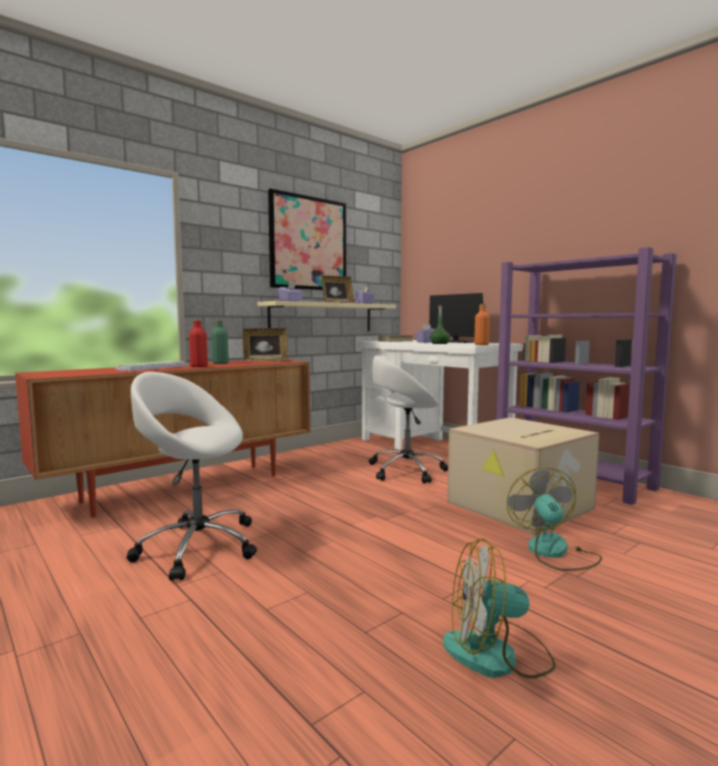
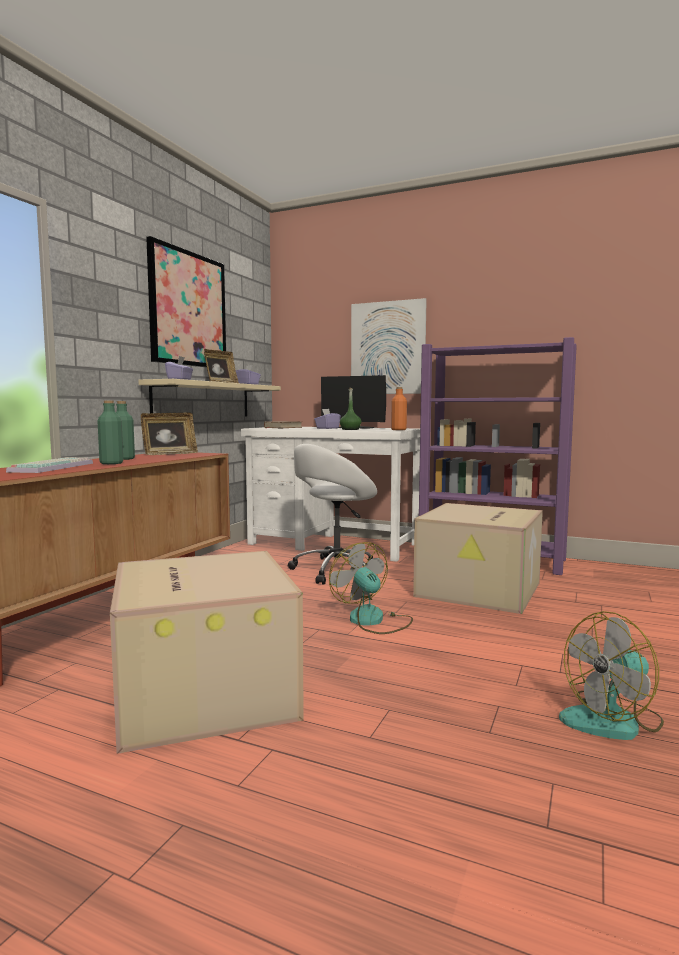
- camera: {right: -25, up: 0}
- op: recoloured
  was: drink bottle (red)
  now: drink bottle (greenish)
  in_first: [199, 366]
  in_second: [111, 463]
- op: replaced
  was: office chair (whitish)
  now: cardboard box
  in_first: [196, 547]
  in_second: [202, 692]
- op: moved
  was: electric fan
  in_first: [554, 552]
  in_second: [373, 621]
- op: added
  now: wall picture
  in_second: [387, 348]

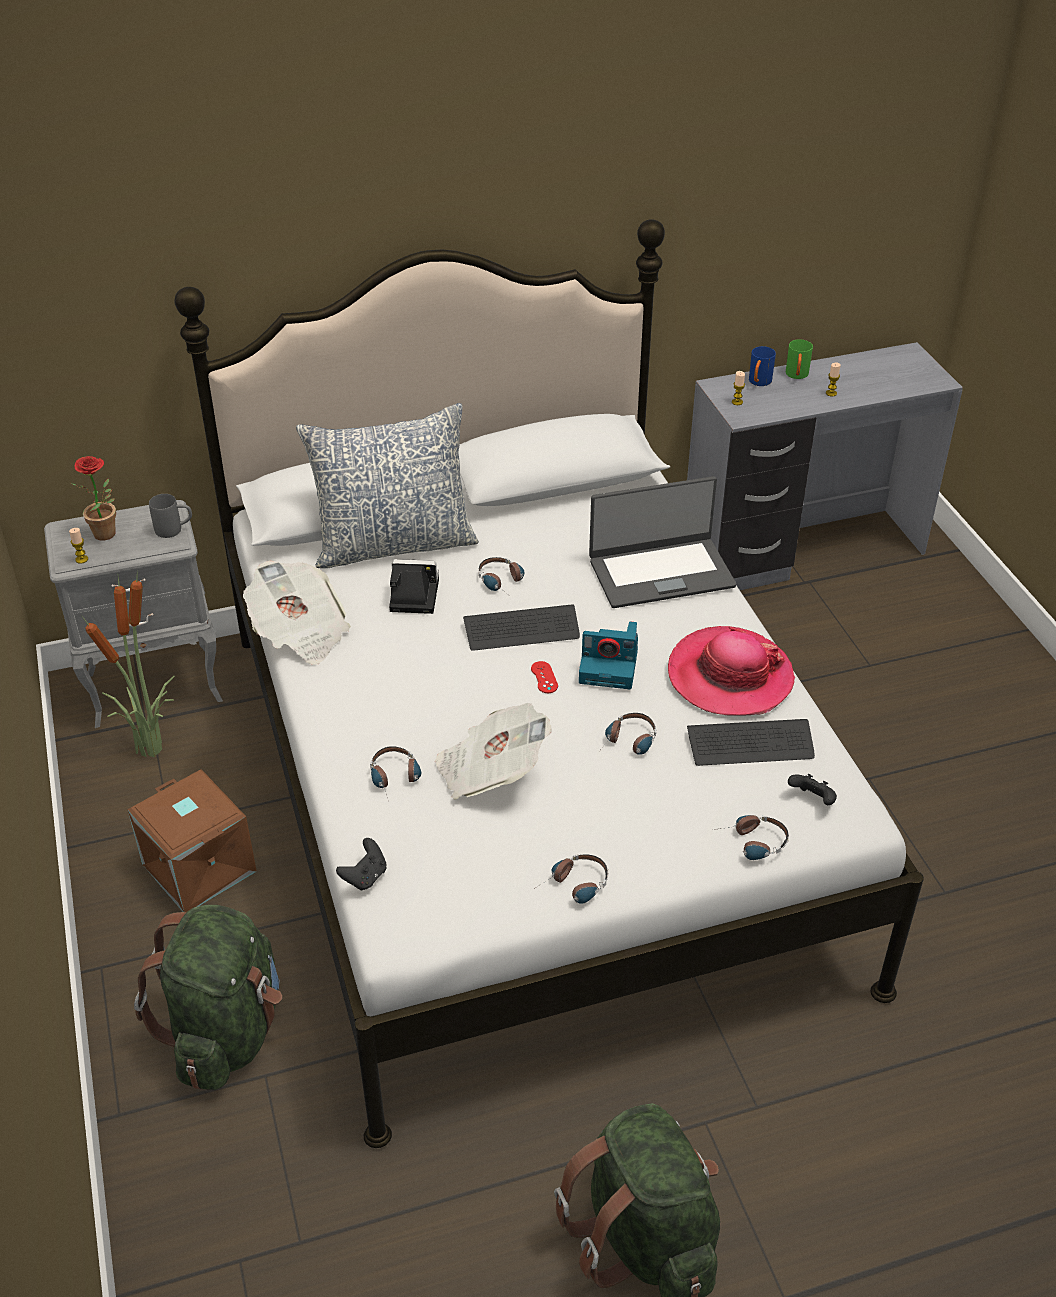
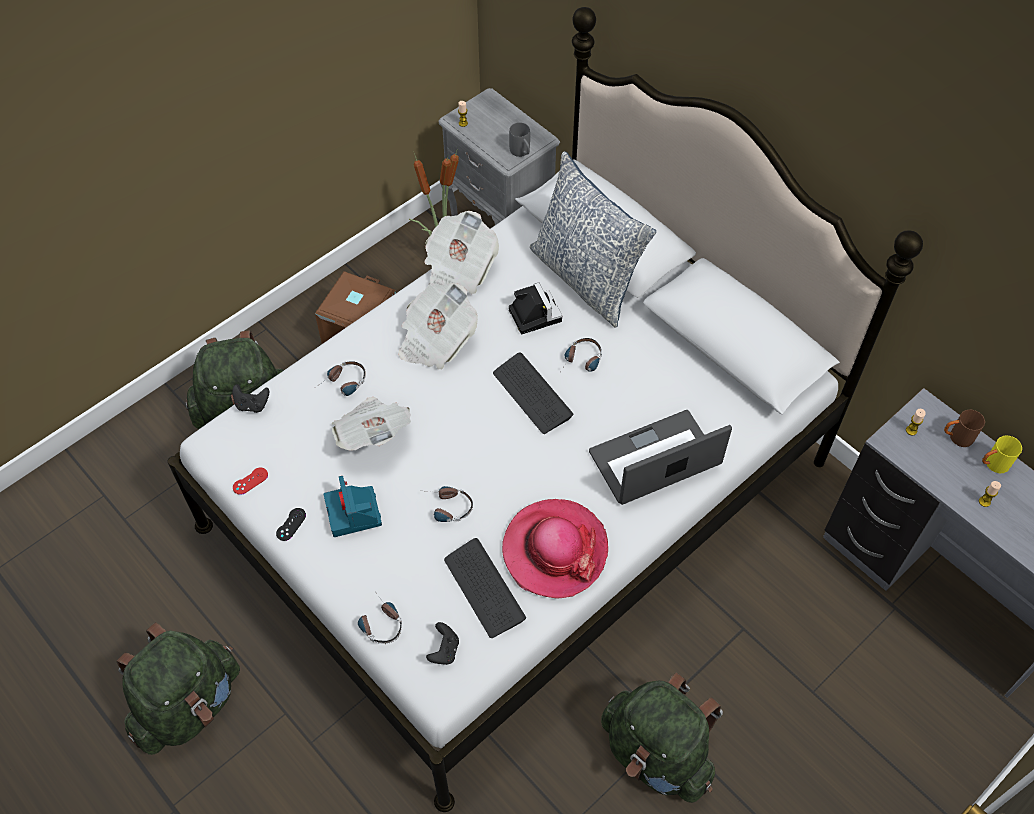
- camera: {right: 65, up: 15}
- op: recoloured
  was: tea mug (greenish)
  now: tea mug (yellow-coloured)
  in_first: [797, 376]
  in_second: [993, 464]
- op: recoloured
  was: tea mug (bluish)
  now: tea mug (brownish)
  in_first: [758, 383]
  in_second: [956, 437]
- op: removed
  was: potted plant
  in_first: [108, 535]
- op: turned
  was: notebook computer
  in_first: [660, 572]
  in_second: [655, 460]
  clockwise: 105
- op: moved
  was: still camera
  in_first: [610, 666]
  in_second: [354, 513]
- op: moved
  was: gamepad (red)
  in_first: [544, 677]
  in_second: [250, 481]
- op: replaced
  was: headset
  now: gamepad (blackish)
  in_first: [573, 887]
  in_second: [291, 524]
- op: added
  now: printed paper
  in_second: [436, 340]
- op: added
  now: backpack (greenish)
  in_second: [657, 753]

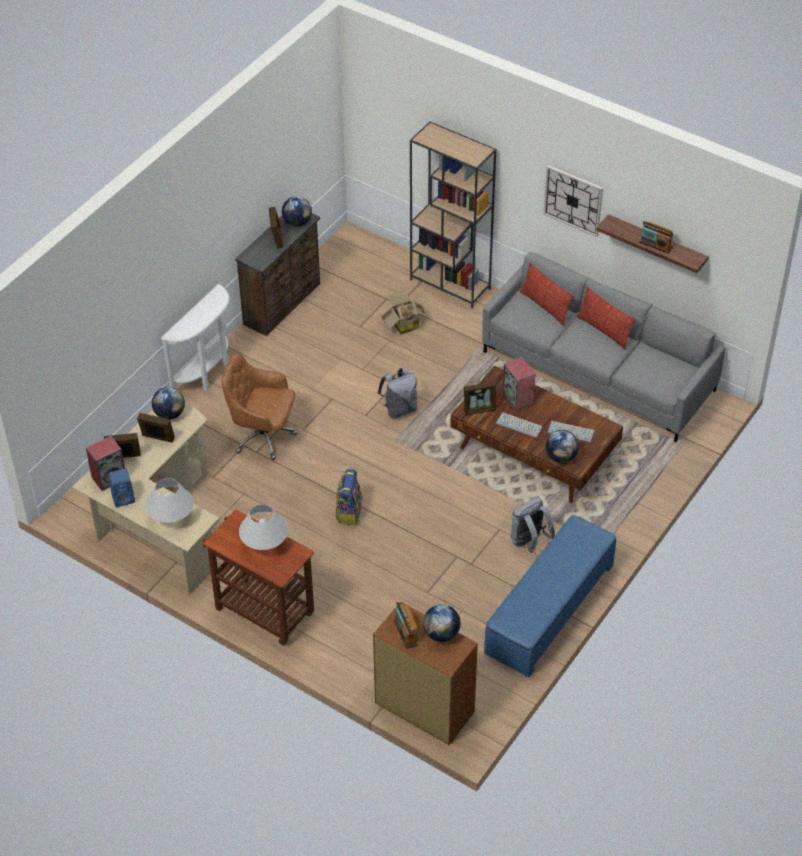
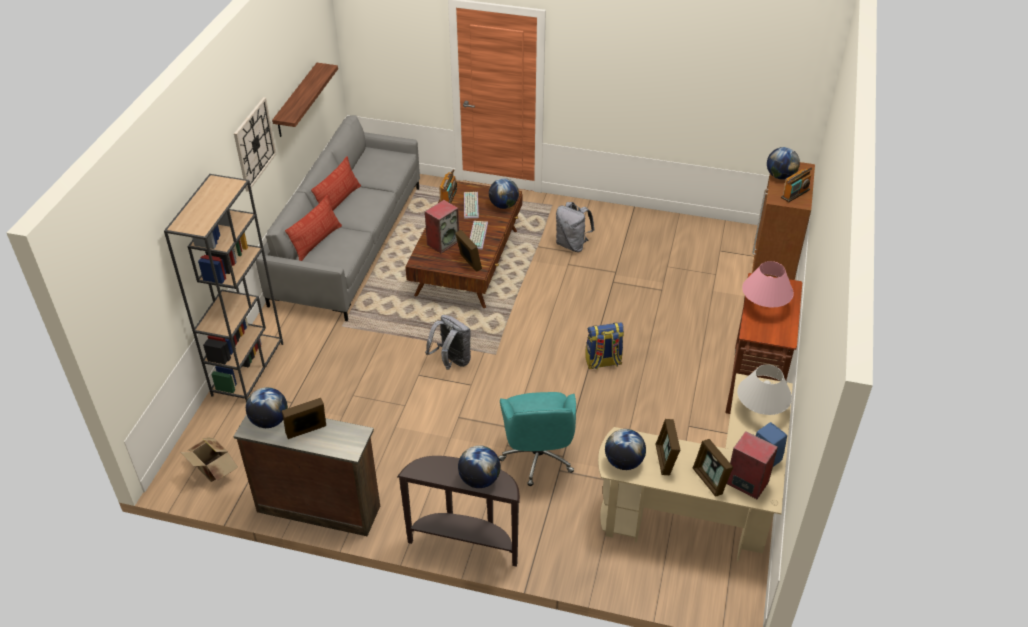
- camera: {right: -110, up: -5}
- op: moved
  was: radio
  in_first: [655, 245]
  in_second: [449, 197]
- op: recoloured
  was: narrow table (whitish)
  now: narrow table (brownish)
  in_first: [207, 374]
  in_second: [465, 542]
- op: moved
  was: cardboard box
  in_first: [403, 324]
  in_second: [213, 471]
- op: recoloured
  was: office chair (brownish)
  now: office chair (blue-green)
  in_first: [263, 436]
  in_second: [537, 457]
- op: recoloured
  was: tabletop lamp (whitish)
  now: tabletop lamp (pink-coloured)
  in_first: [264, 543]
  in_second: [764, 306]
- op: removed
  was: long seat (bluish)
  in_first: [550, 609]
- op: added
  now: desk globe
  in_second: [479, 480]

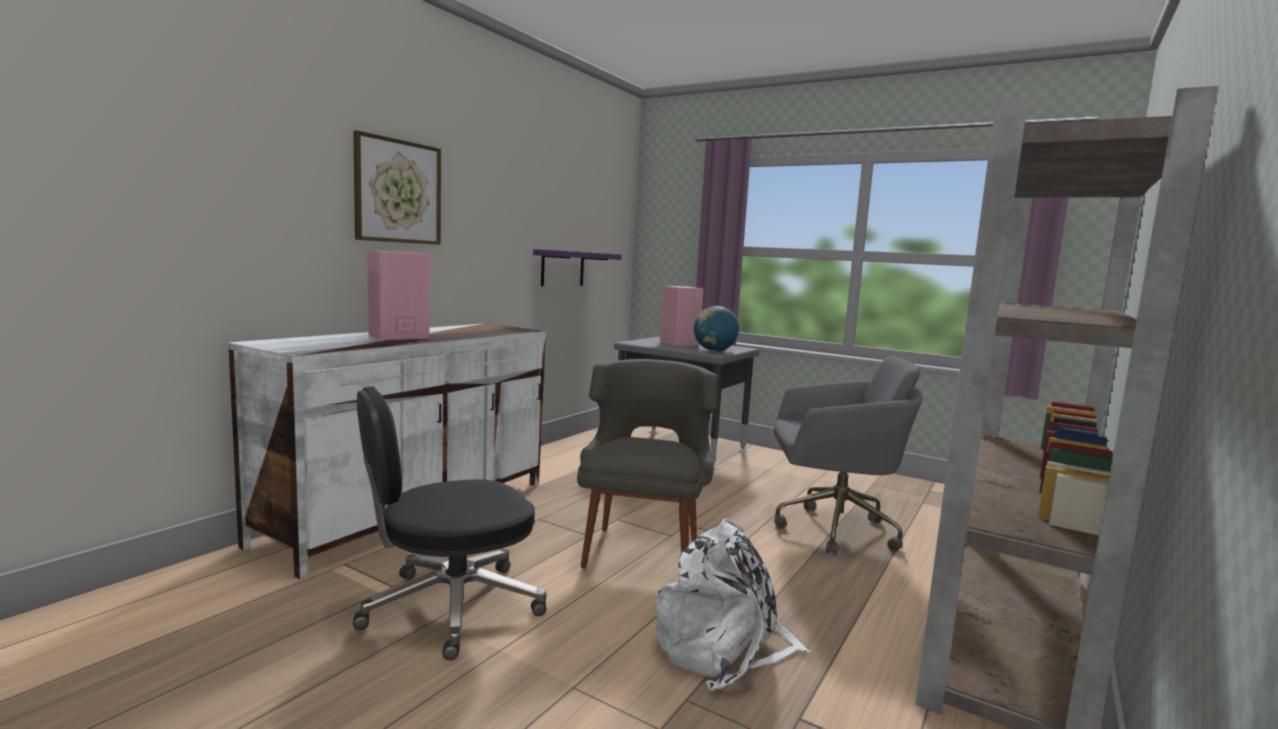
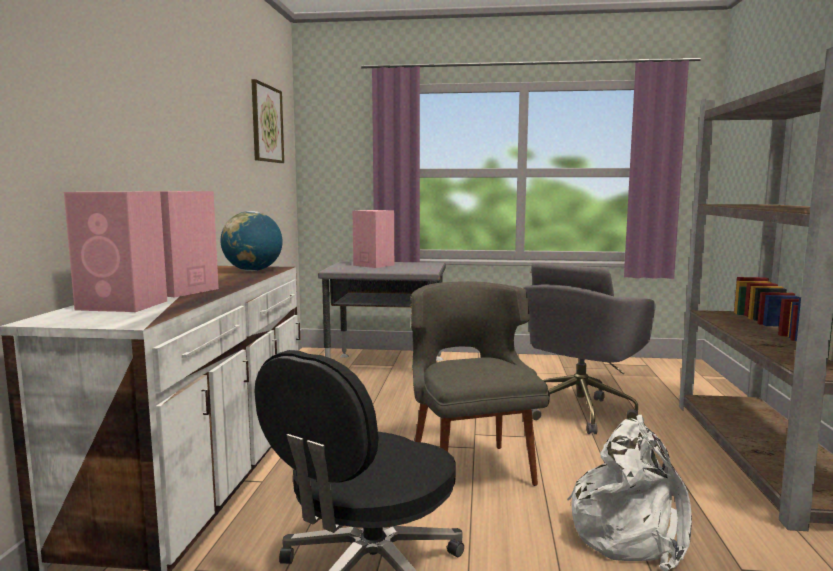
- camera: {right: -25, up: 0}
- op: moved
  was: wall picture
  in_first: [398, 191]
  in_second: [266, 124]
- op: removed
  was: wall shelf (purplish)
  in_first: [562, 268]
- op: moved
  was: desk globe
  in_first: [714, 351]
  in_second: [253, 270]
- op: turned
  was: office chair (greyish)
  in_first: [830, 531]
  in_second: [581, 412]
  clockwise: 150
- op: added
  now: loudspeaker (pink-coloured)
  in_second: [124, 305]

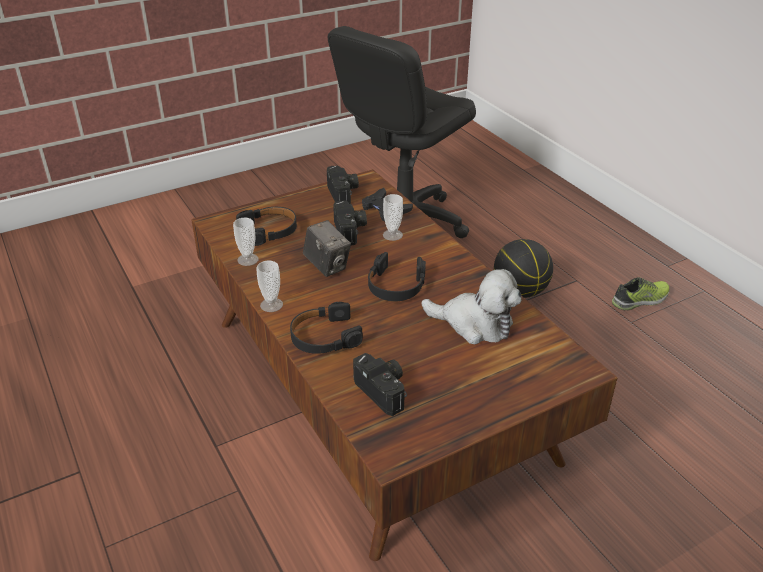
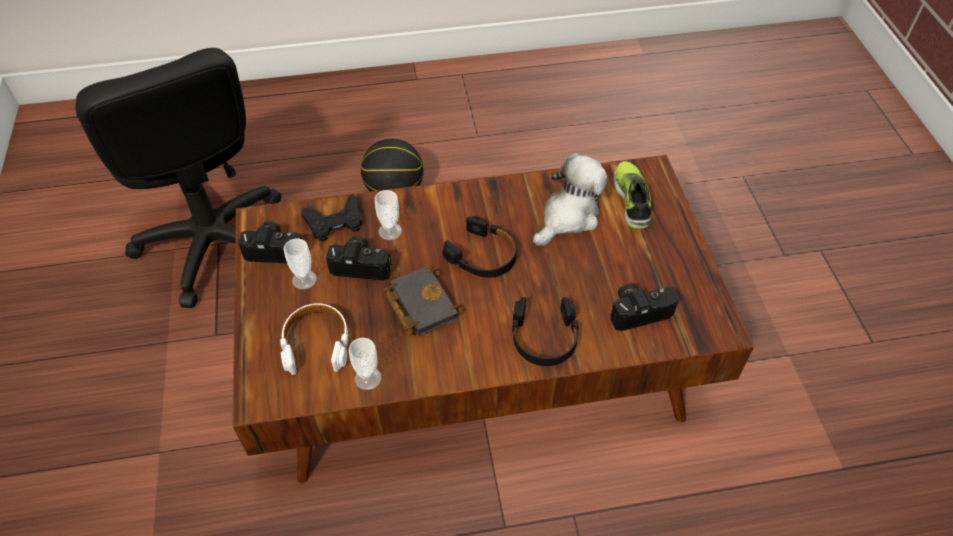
- camera: {right: -70, up: 15}
- op: recoloured
  was: headset (blackish)
  now: headset (whitish)
  in_first: [269, 231]
  in_second: [316, 343]
- op: replaced
  was: still camera
  now: bound book (blackish)
  in_first: [327, 266]
  in_second: [420, 304]
- op: moved
  was: drinking cup
  in_first: [271, 305]
  in_second: [304, 279]
- op: moved
  was: low shoe
  in_first: [641, 300]
  in_second: [633, 200]

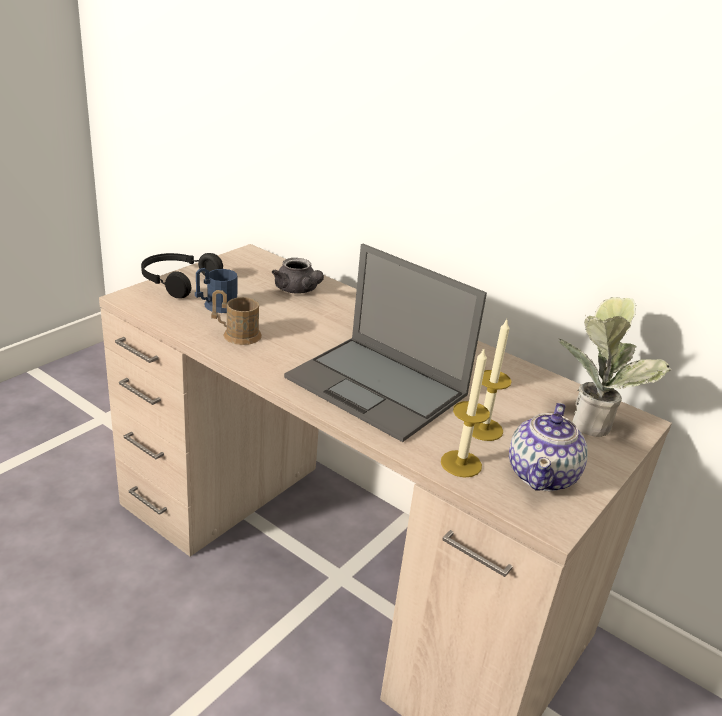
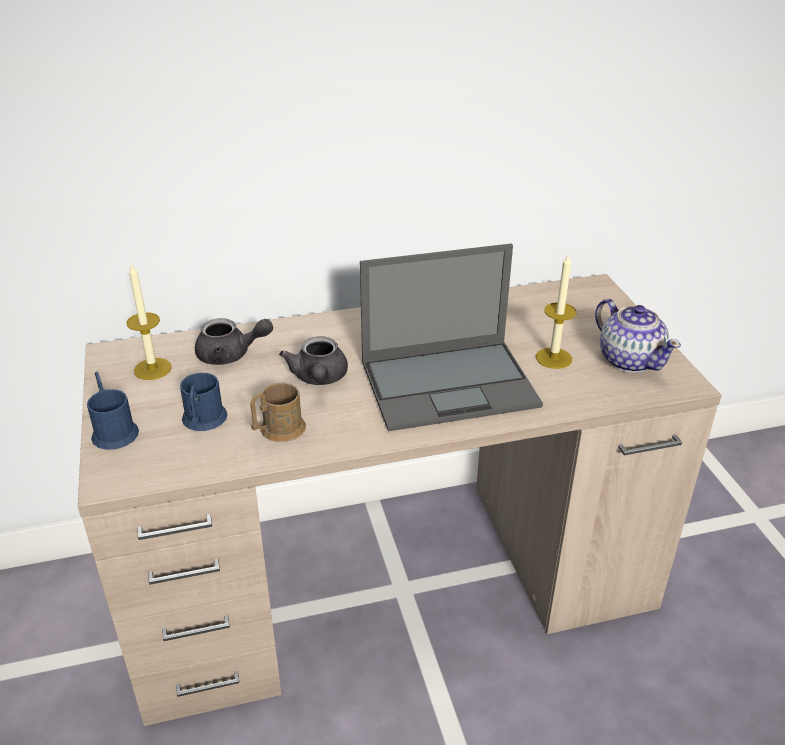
- camera: {right: -50, up: 5}
- op: replaced
  was: headset (blackish)
  now: tea mug (bluish)
  in_first: [176, 281]
  in_second: [113, 430]
- op: removed
  was: potted plant
  in_first: [591, 419]
- op: moved
  was: wax candle
  in_first: [461, 463]
  in_second: [152, 369]
- op: added
  now: tea pot (greyish)
  in_second: [319, 378]

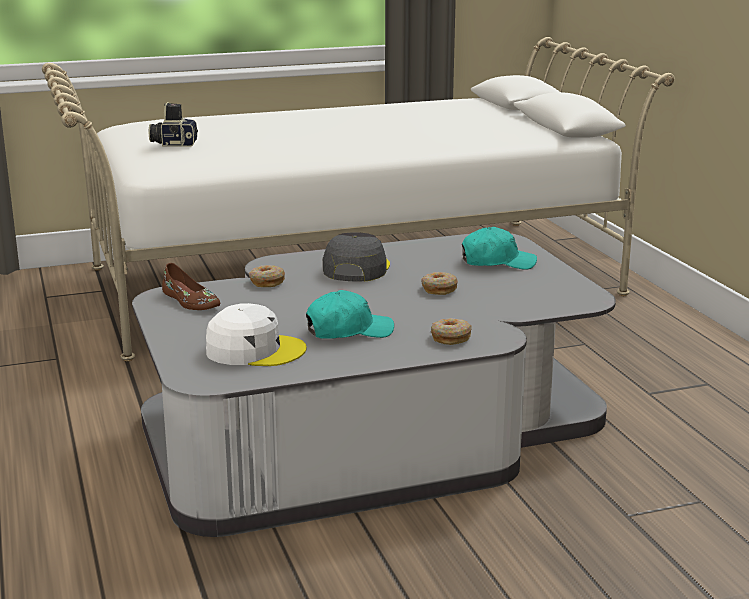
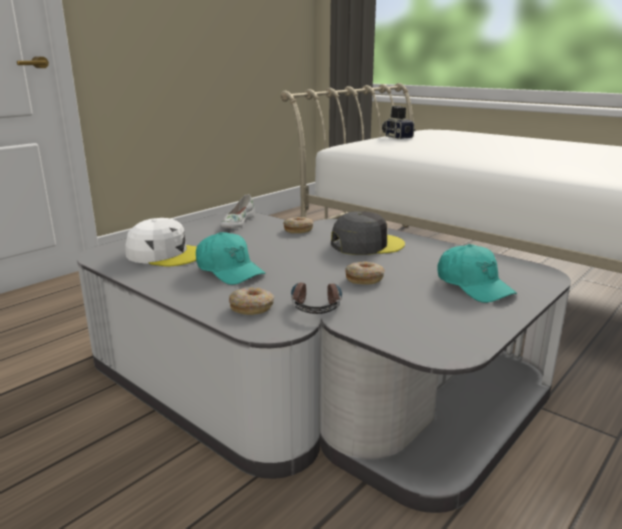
- camera: {right: 60, up: 0}
- op: recoloured
  was: low shoe (brownish)
  now: low shoe (whitish)
  in_first: [190, 301]
  in_second: [237, 222]
- op: turned
  was: baseball cap (whitish)
  in_first: [254, 350]
  in_second: [165, 254]
  clockwise: -45
- op: added
  now: headset
  in_second: [316, 304]

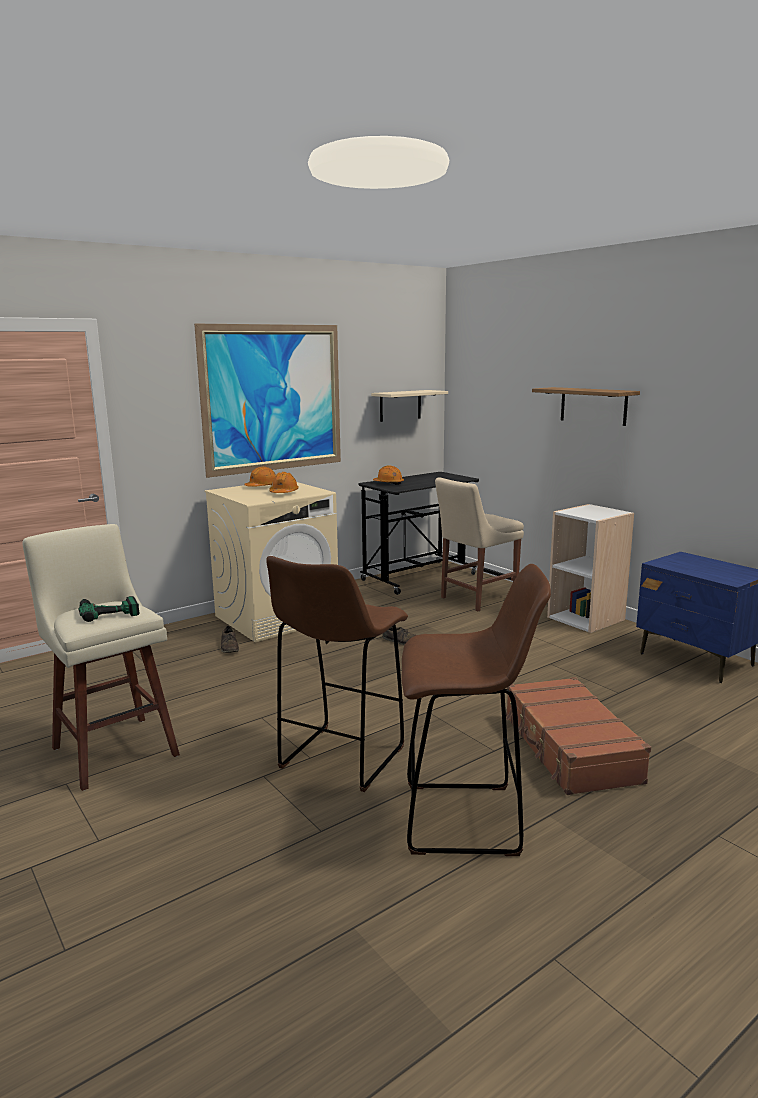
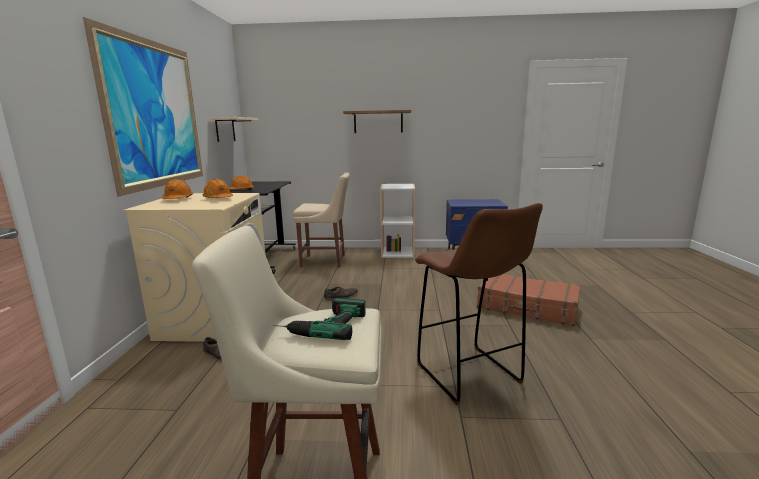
- camera: {right: -50, up: 0}
- op: turned
  was: plain chair (beige-coloured)
  in_first: [475, 599]
  in_second: [326, 261]
  clockwise: -90
- op: removed
  was: sitting stool (brownish)
  in_first: [466, 819]

